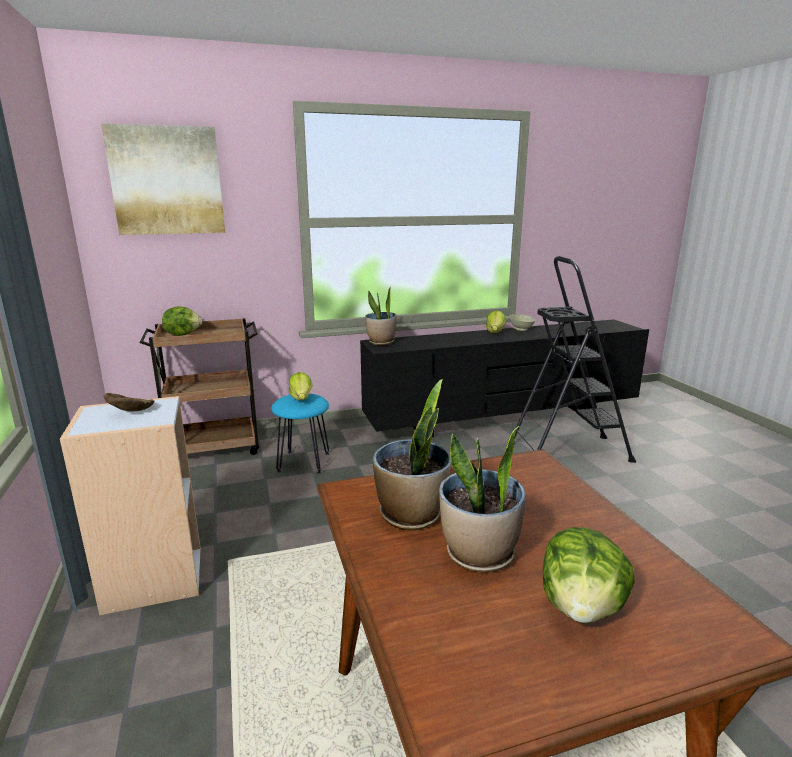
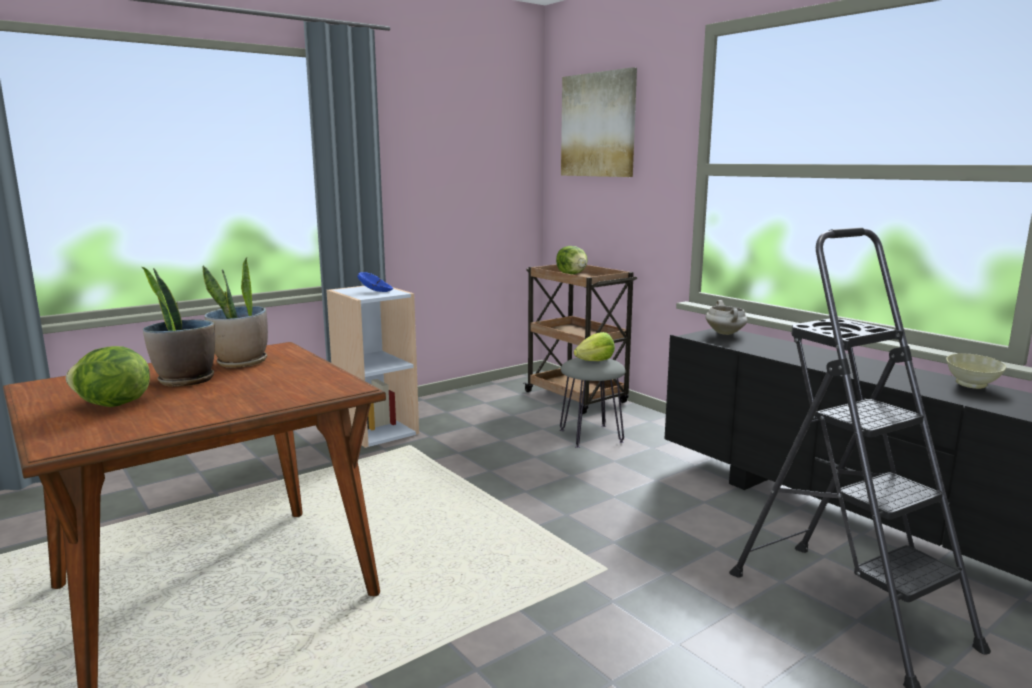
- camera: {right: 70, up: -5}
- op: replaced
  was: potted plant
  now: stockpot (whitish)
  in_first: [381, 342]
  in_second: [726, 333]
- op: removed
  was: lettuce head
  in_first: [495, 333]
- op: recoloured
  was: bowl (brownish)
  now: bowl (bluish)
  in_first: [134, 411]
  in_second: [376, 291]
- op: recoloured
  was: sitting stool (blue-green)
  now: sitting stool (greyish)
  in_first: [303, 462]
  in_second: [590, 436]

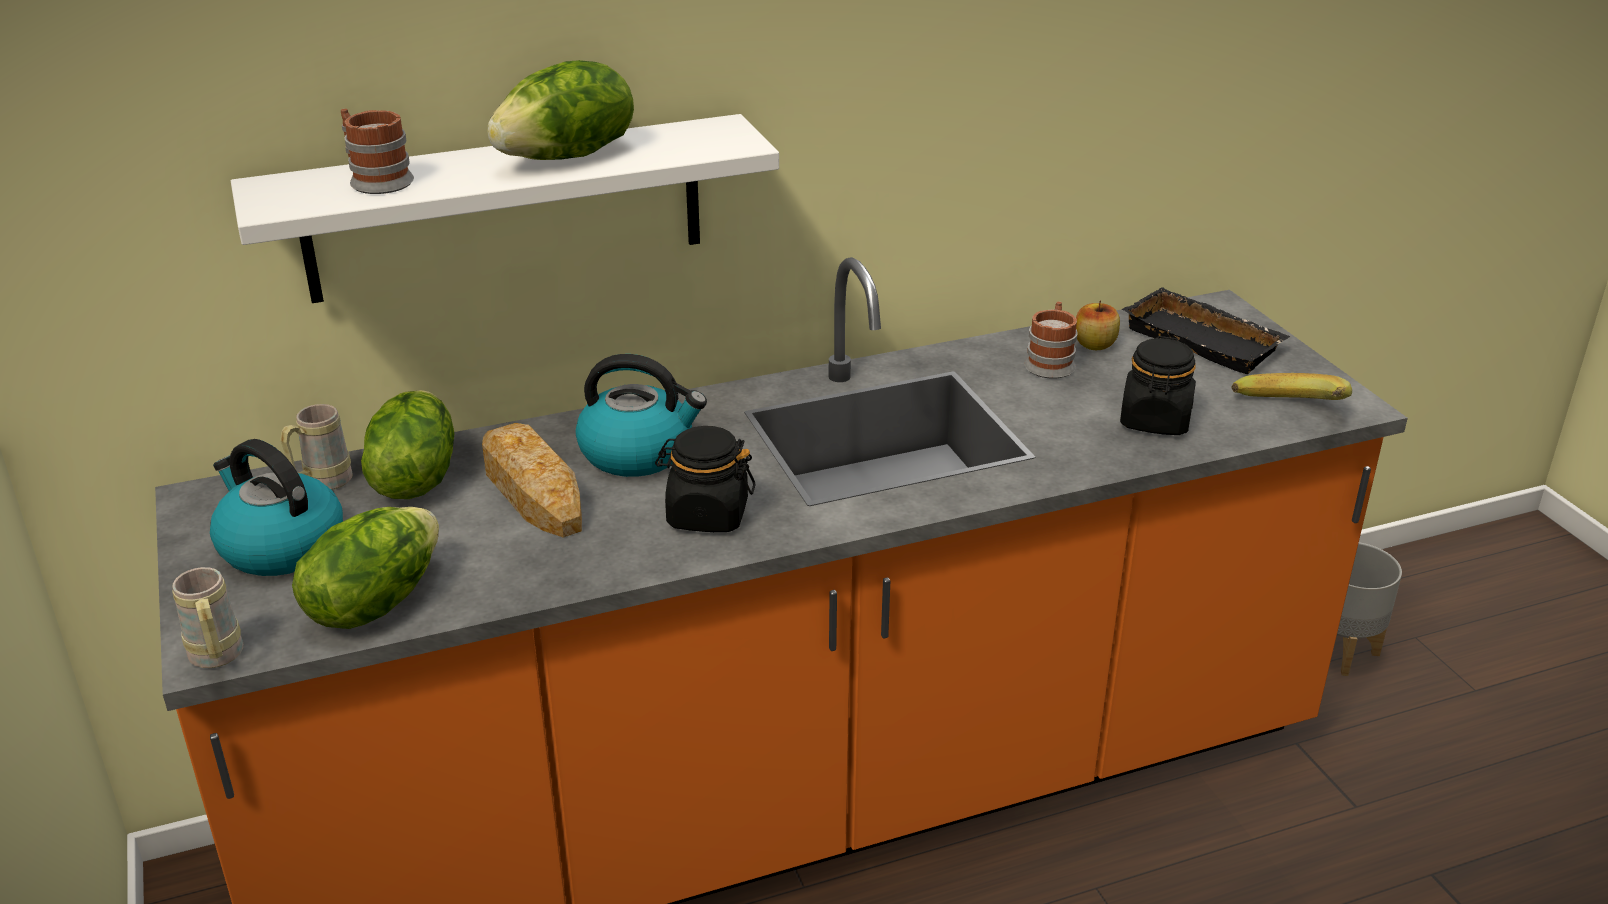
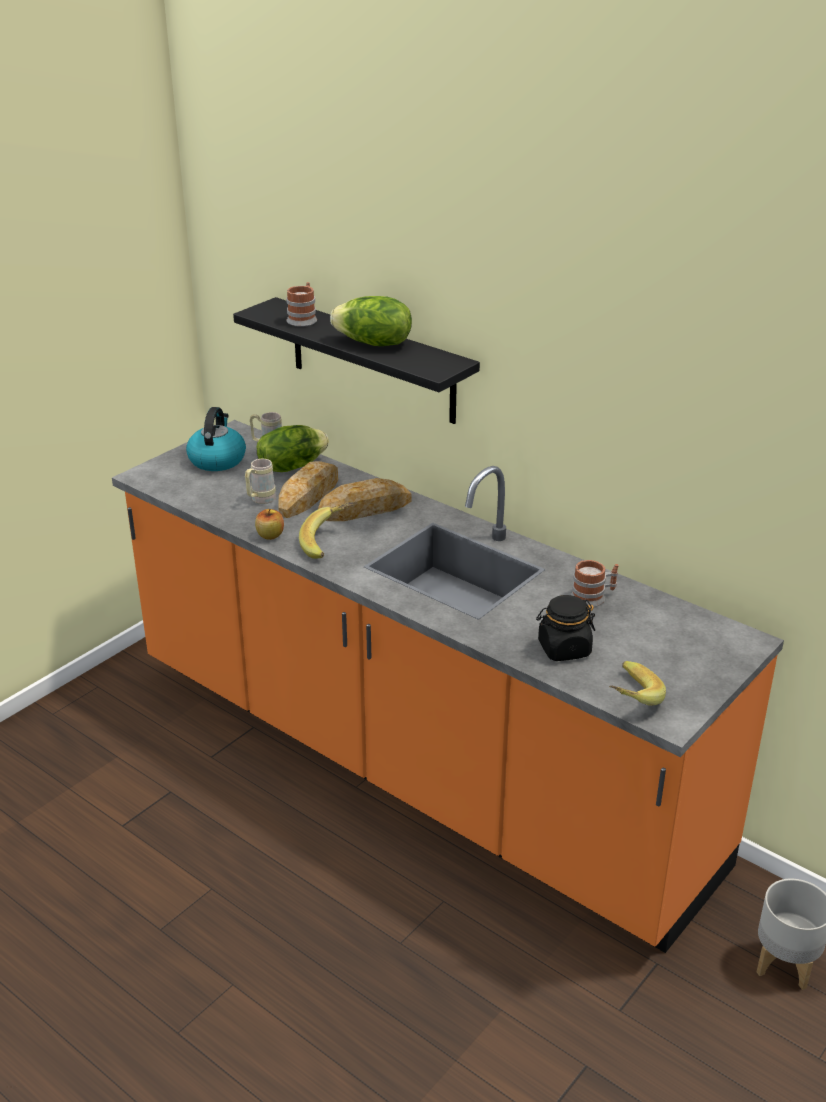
- camera: {right: 60, up: 0}
- op: recoloured
  was: wall shelf (whitish)
  now: wall shelf (blackish)
  in_first: [505, 209]
  in_second: [372, 361]
- op: removed
  was: carrying tray (blackish)
  in_first: [1206, 340]
- op: moved
  was: whole apple
  in_first: [1094, 344]
  in_second: [270, 535]
- op: replaced
  was: kettle
  now: bakery bread
  in_first: [638, 452]
  in_second: [365, 508]
- op: replaced
  was: preserve jar (blackish)
  now: banana fruit
  in_first: [707, 515]
  in_second: [329, 543]
- op: removed
  was: lettuce head
  in_first: [374, 602]
- op: moved
  was: tea mug (beige-coloured)
  in_first: [217, 659]
  in_second: [260, 500]

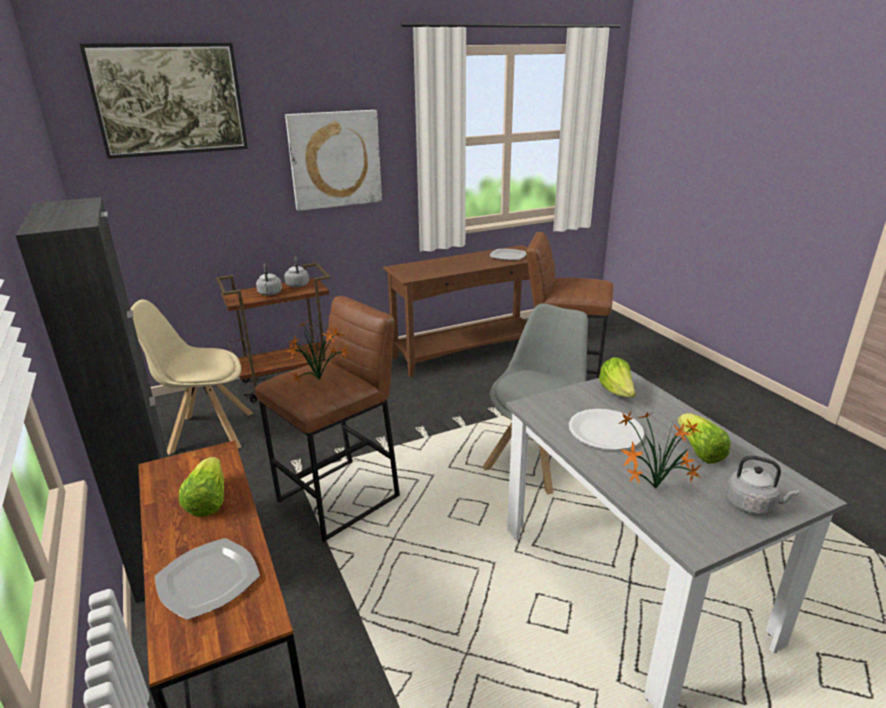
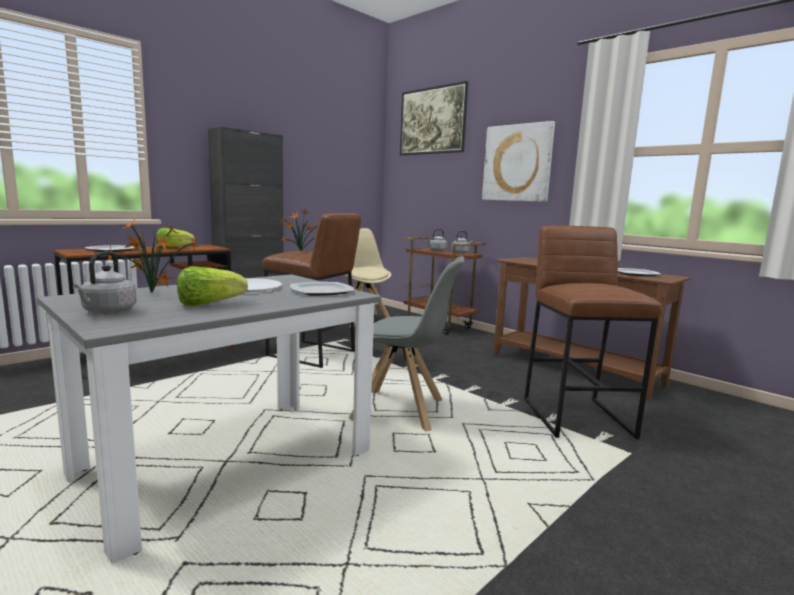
- camera: {right: 70, up: -15}
- op: replaced
  was: lettuce head
  now: dinner plate
  in_first: [617, 393]
  in_second: [322, 291]

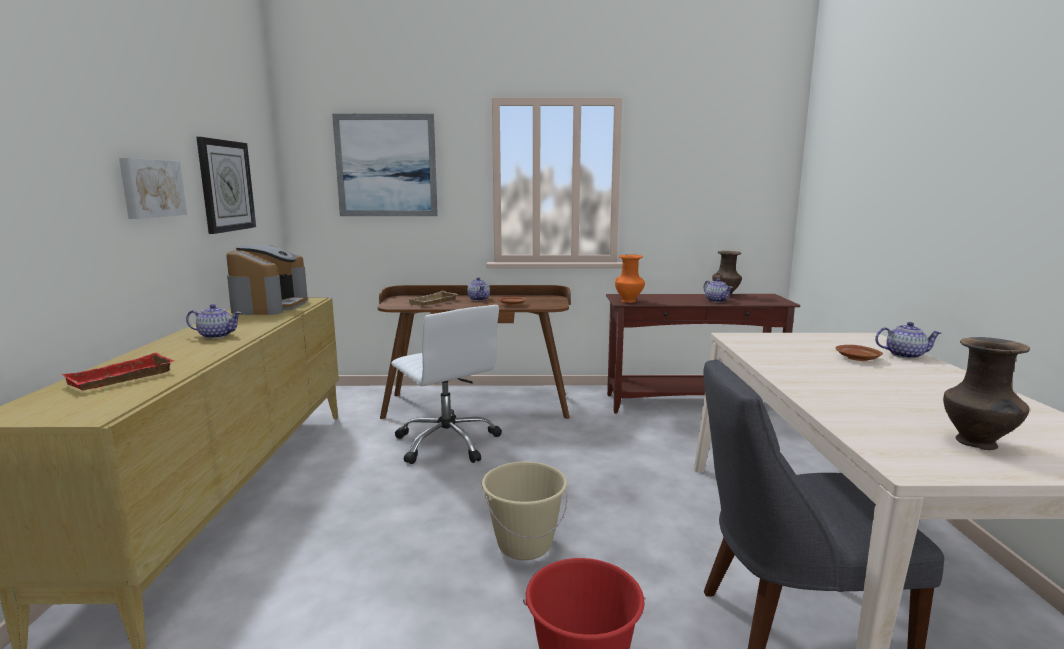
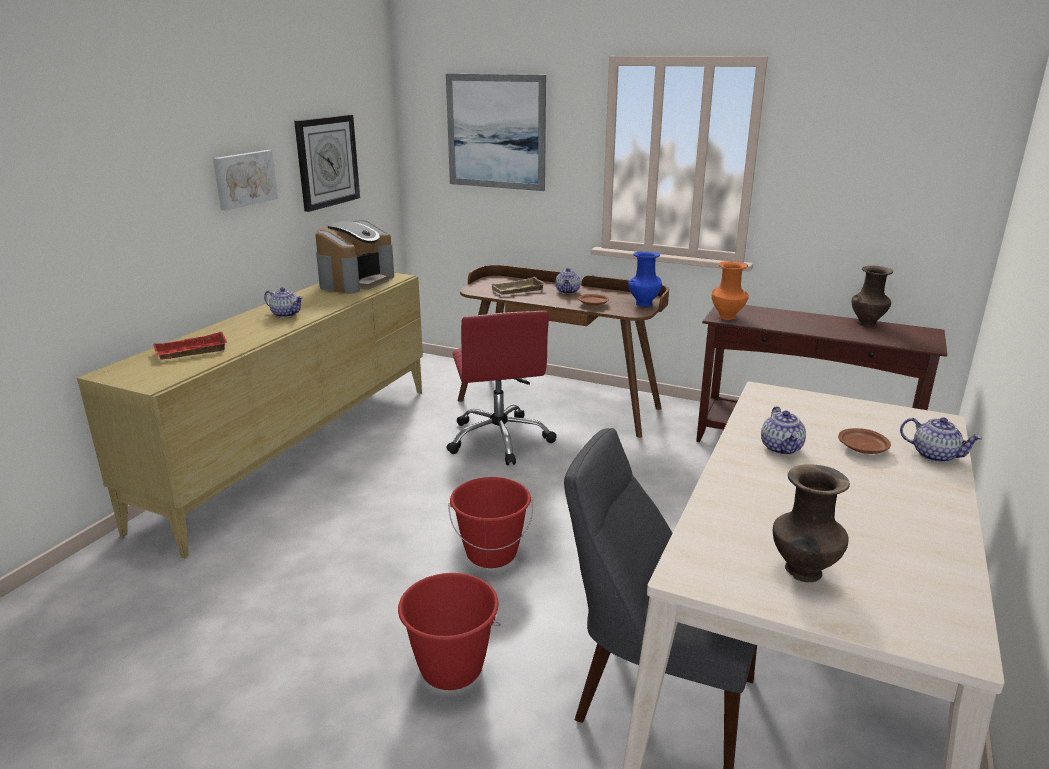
- camera: {right: 25, up: 10}
- op: moved
  was: tea pot
  in_first: [717, 301]
  in_second: [782, 448]
- op: recoloured
  was: office chair (whitish)
  now: office chair (red)
  in_first: [448, 443]
  in_second: [499, 439]
- op: recoloured
  was: pail (beige-coloured)
  now: pail (red)
  in_first: [524, 544]
  in_second: [491, 553]
- op: added
  now: vase (bluish)
  in_second: [643, 304]

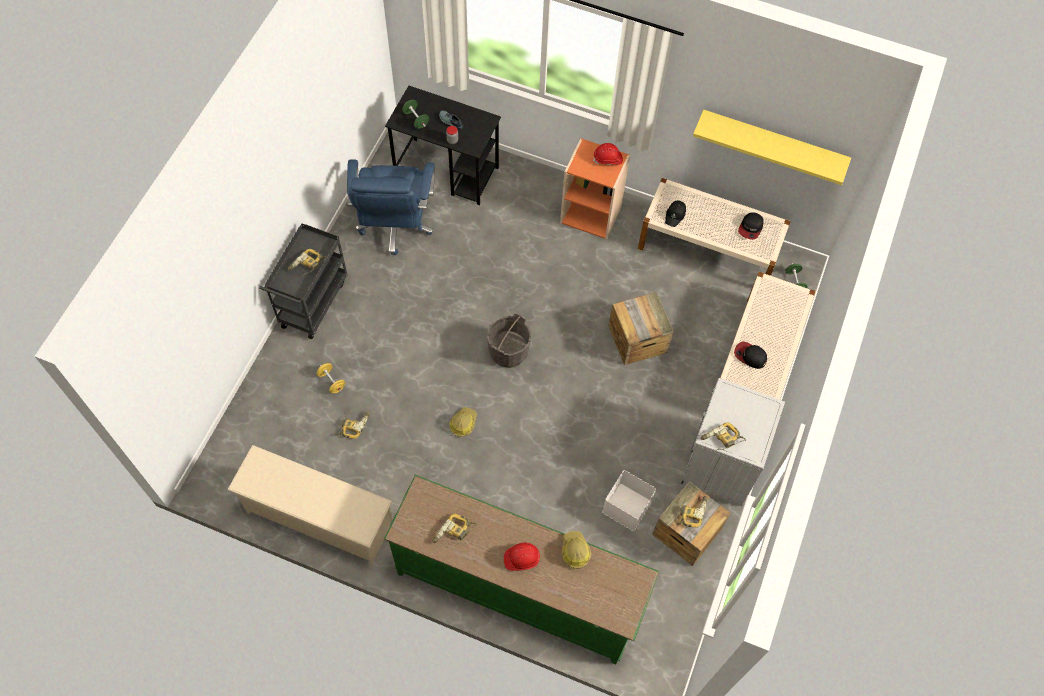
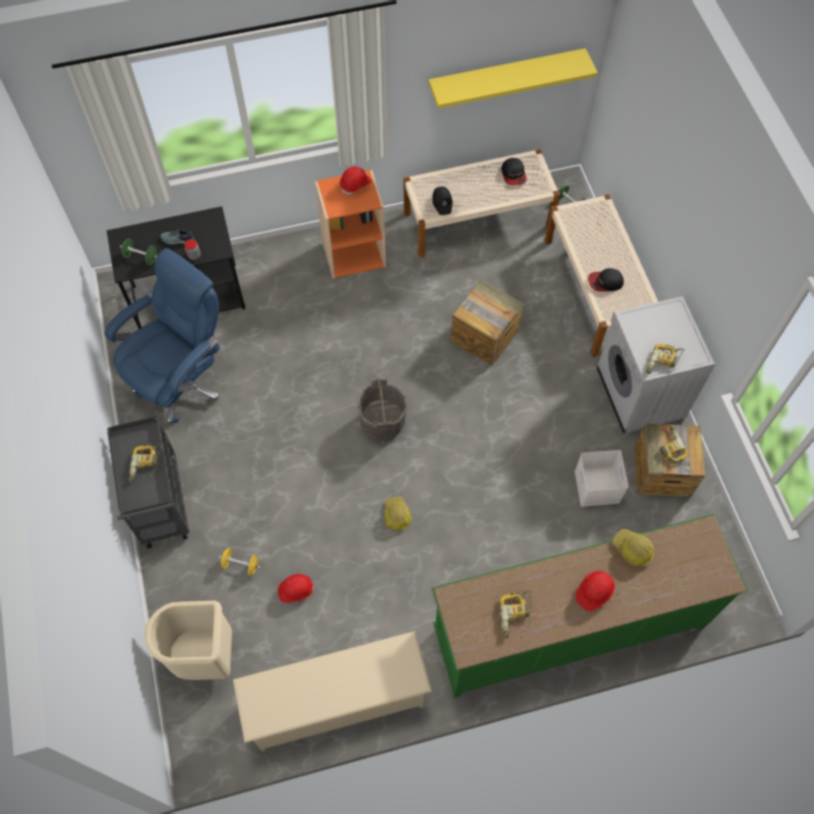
- camera: {right: -35, up: 0}
- op: turned
  was: office chair (bluish)
  in_first: [395, 229]
  in_second: [183, 381]
  clockwise: -105
- op: replaced
  was: power drill
  now: hard hat (red)
  in_first: [353, 425]
  in_second: [296, 590]
- op: added
  now: rubbish bin (beige-coloured)
  in_second: [204, 657]

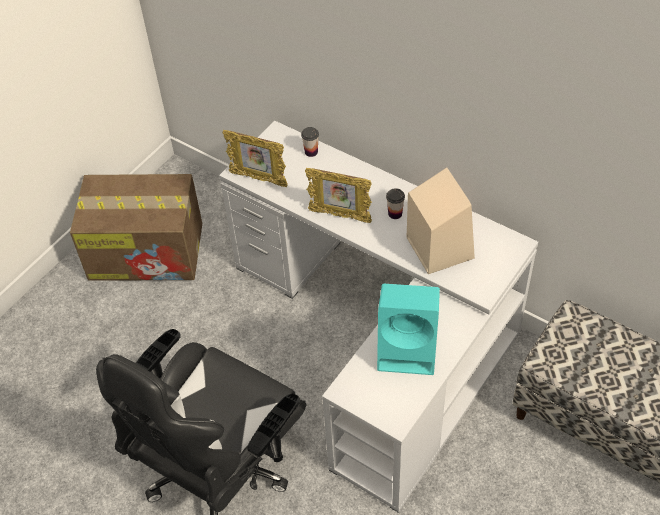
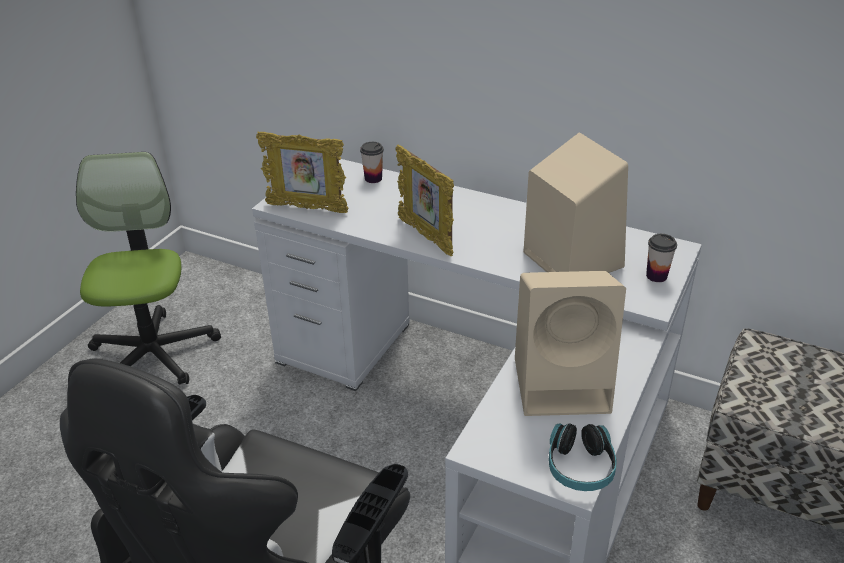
- camera: {right: -10, up: -15}
- op: turned
  was: picture frame
  in_first: [340, 216]
  in_second: [426, 237]
  clockwise: 45
- op: replaced
  was: cardboard box
  now: office chair
  in_first: [148, 251]
  in_second: [153, 353]
- op: moved
  was: drinking cup
  in_first: [395, 214]
  in_second: [656, 276]
- op: recoloured
  was: loudspeaker (blue-green)
  now: loudspeaker (beige-coloured)
  in_first: [409, 349]
  in_second: [564, 384]
- op: added
  now: headset
  in_second: [580, 467]

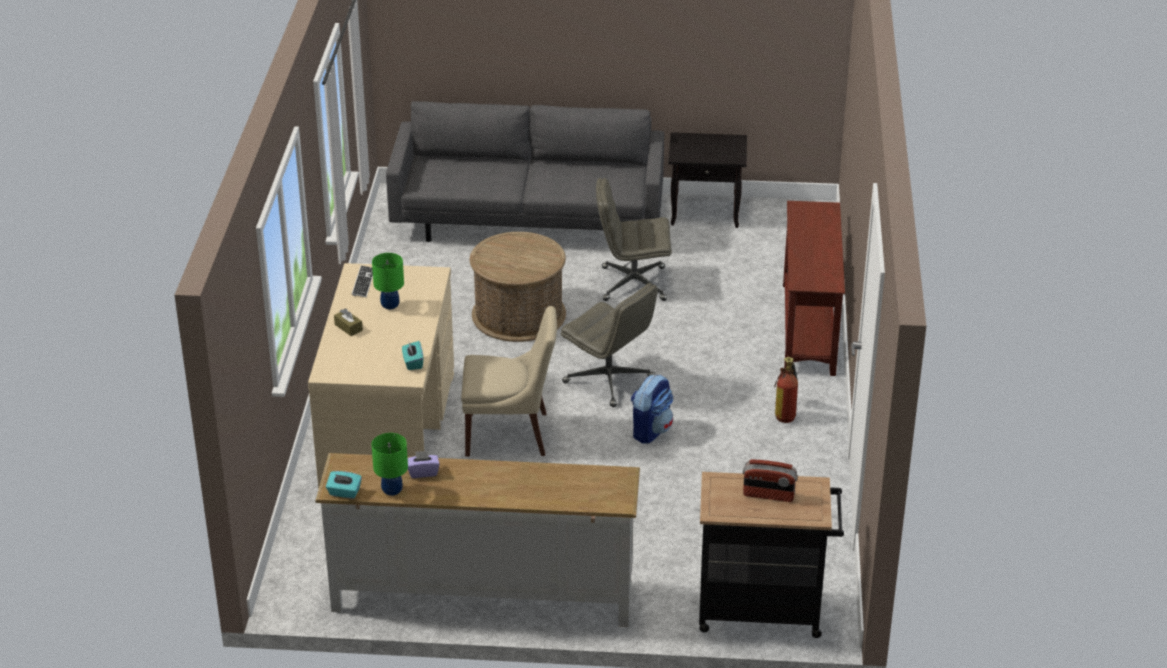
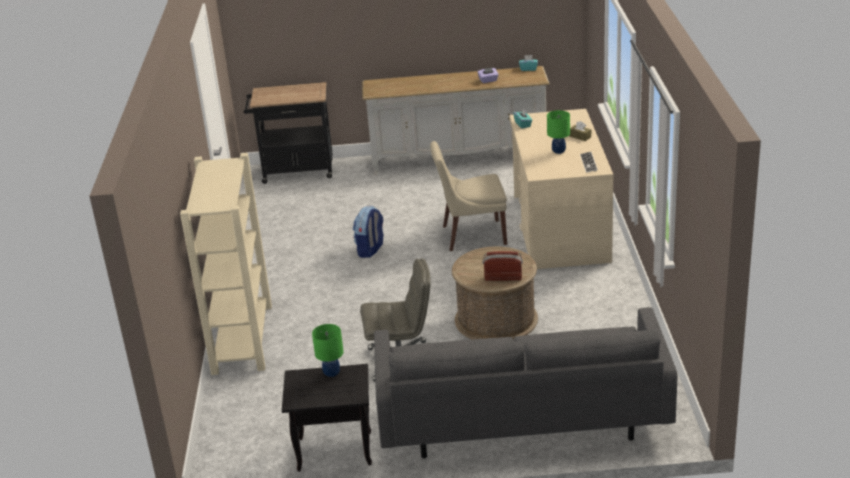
- camera: {right: 175, up: -5}
- op: replaced
  was: narrow table (brownish)
  now: shelving unit (beige-coloured)
  in_first: [809, 330]
  in_second: [242, 339]
- op: removed
  was: office chair (greyish)
  in_first: [609, 380]
- op: removed
  was: fire-fighting cylinder
  in_first: [786, 412]
- op: moved
  was: tabletop lamp (greenish)
  in_first: [391, 491]
  in_second: [332, 373]
- op: moved
  was: radio
  in_first: [768, 495]
  in_second: [503, 278]

